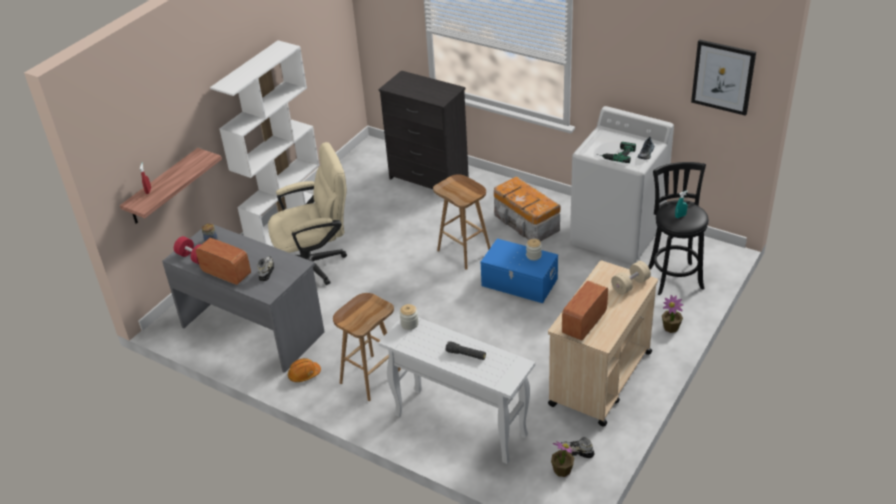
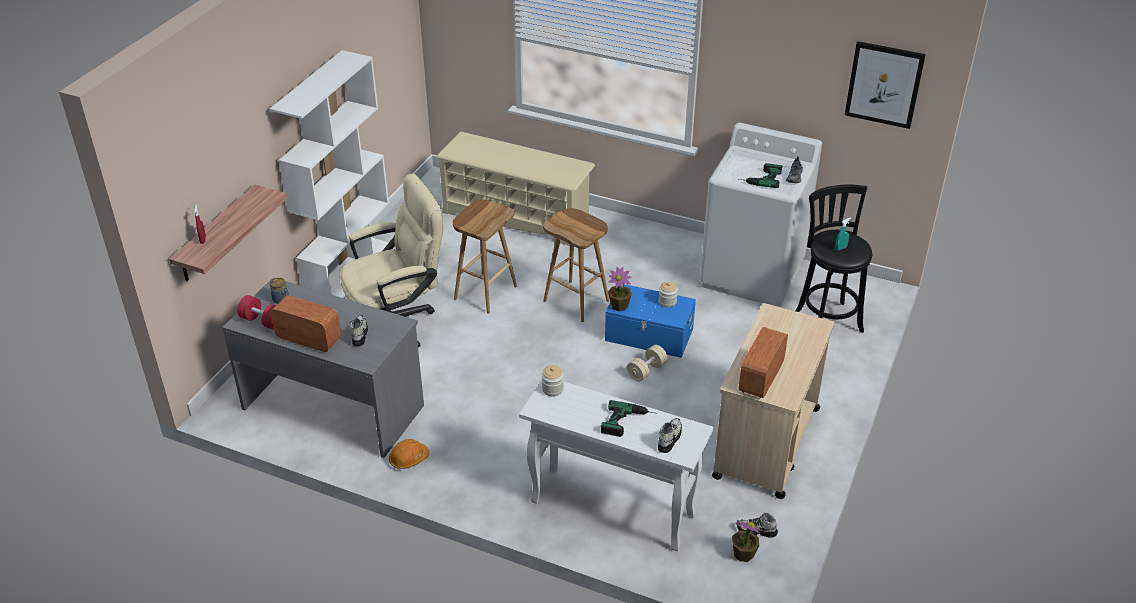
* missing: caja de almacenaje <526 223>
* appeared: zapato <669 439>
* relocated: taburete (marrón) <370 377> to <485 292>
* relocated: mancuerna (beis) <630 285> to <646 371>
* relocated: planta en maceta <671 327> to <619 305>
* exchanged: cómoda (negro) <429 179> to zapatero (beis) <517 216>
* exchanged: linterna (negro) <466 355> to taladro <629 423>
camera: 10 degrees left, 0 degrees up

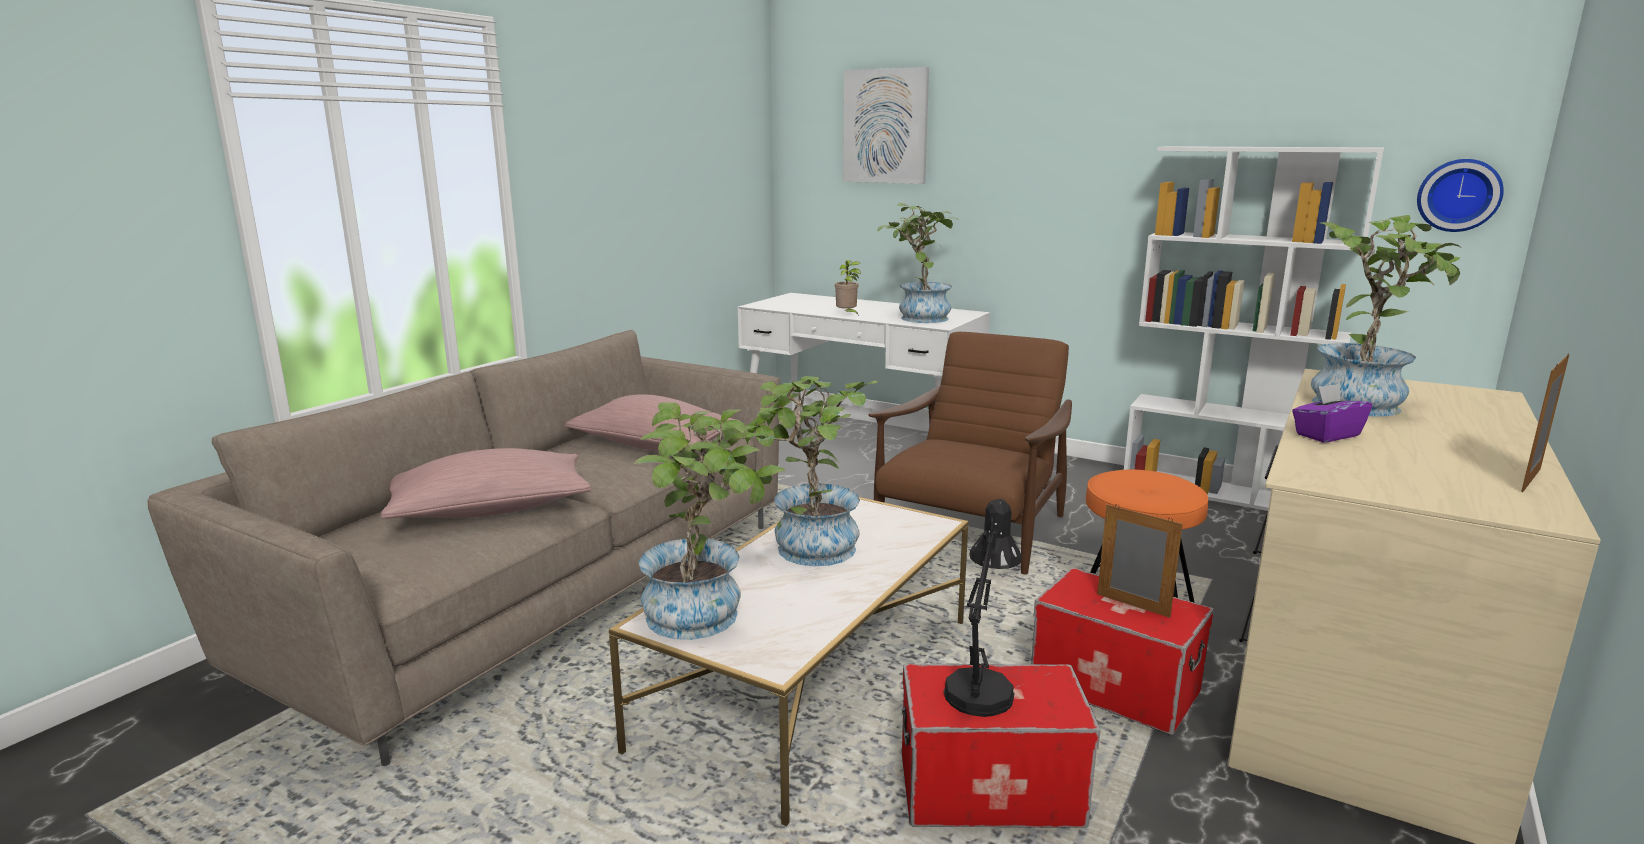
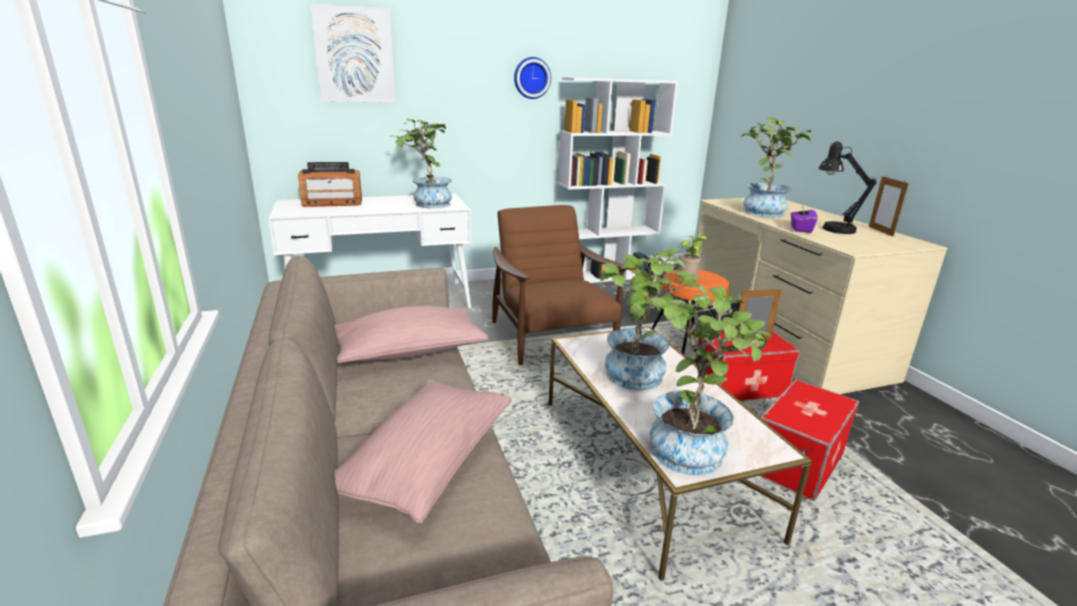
* appeared: radio <332 203>
* relocated: planta en maceta <847 315> to <687 283>
* relocated: lámpara de mesa (negro) <981 687> to <832 228>
* relocated: reloj de pared <1458 195> to <531 78>
camera: 50 degrees left, 5 degrees up

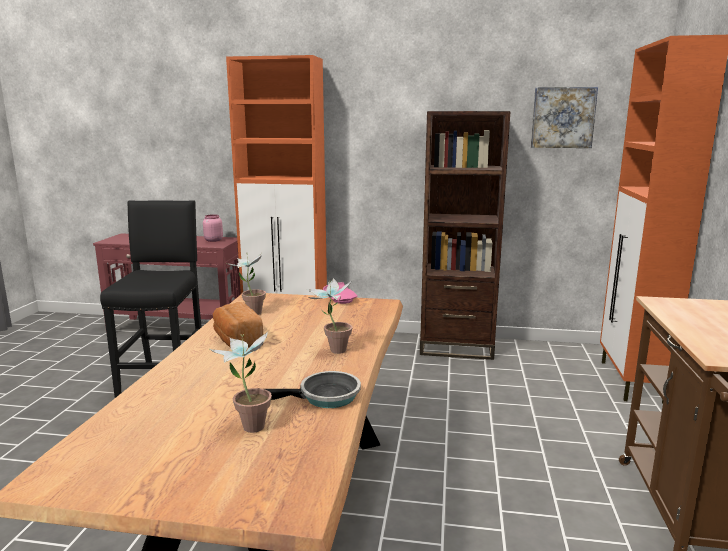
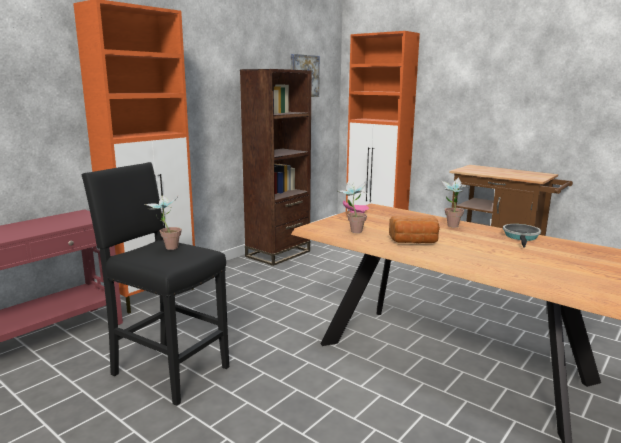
* missing: tarro (rosa) <213 240>
* relocated: planta en maceta <248 424> to <167 248>
camera: 60 degrees left, 0 degrees up

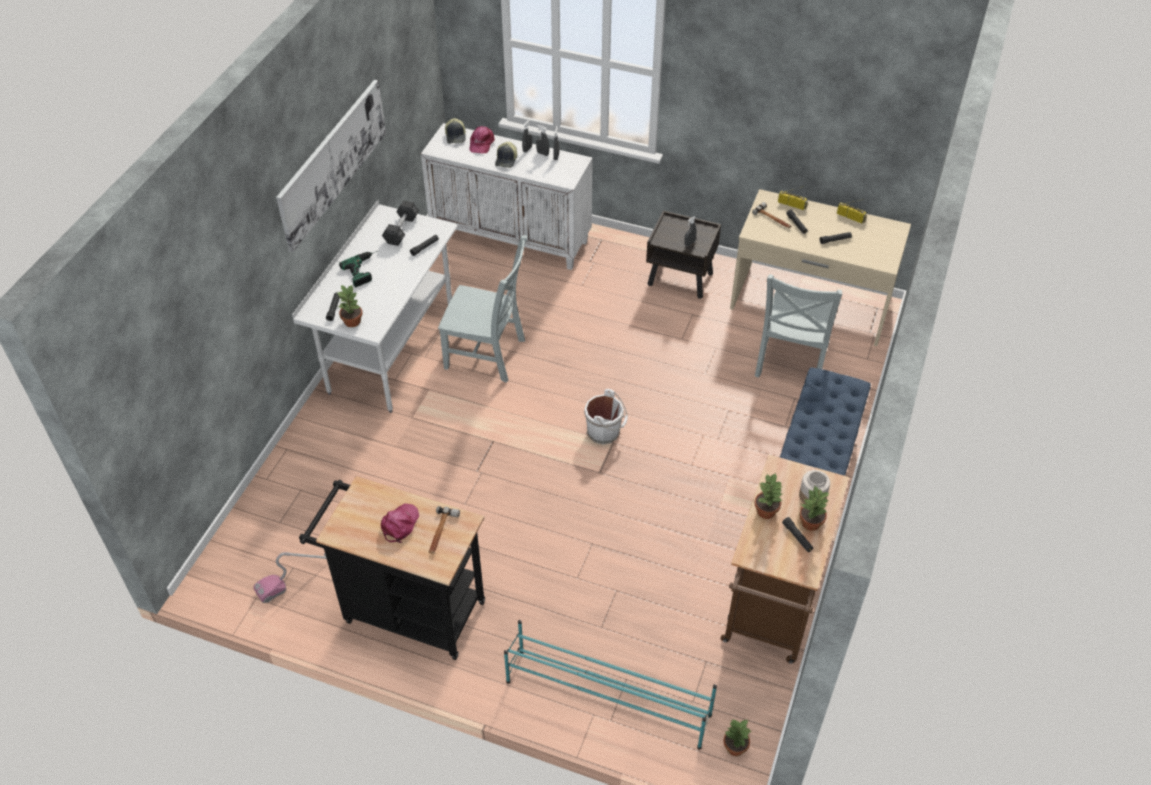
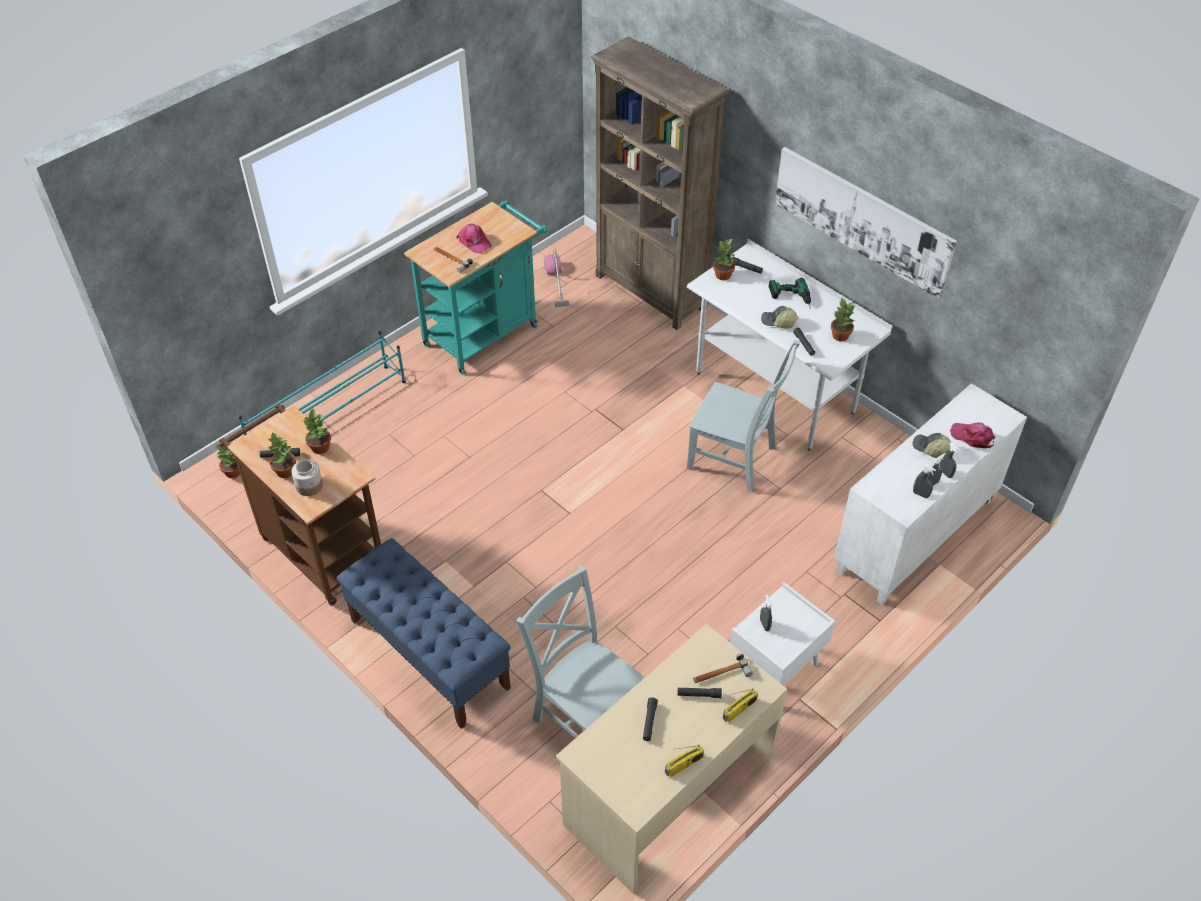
* missing: cubo (blanco) <605 432>
* appeared: estantería (marrón) <651 292>
* relocated: gorra <456 136> to <778 322>
* exchanged: mancuerna (negro) <401 230> to planta en maceta <839 335>
* colour: carrito (negro) <407 610> to carrito (turquesa) <486 332>
* colour: mesita de noche (marrón) <681 279> to mesita de noche (blanco) <774 670>
* spun: silla (gris) <488 355> = <735 459> 105 degrees counterclockwise
camera: 115 degrees right, 0 degrees up

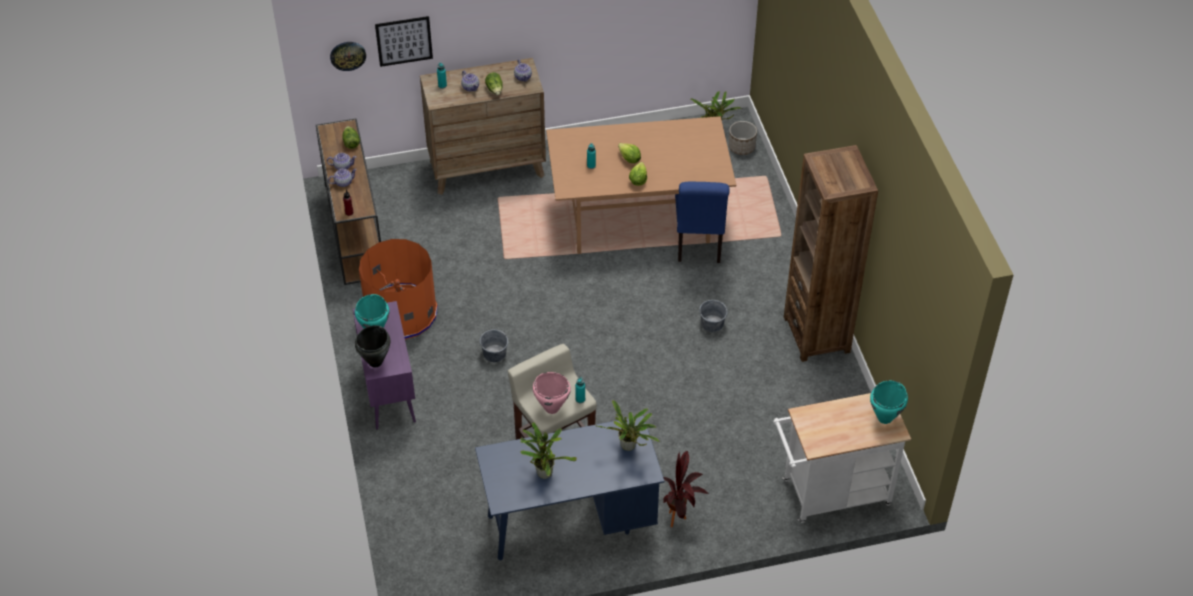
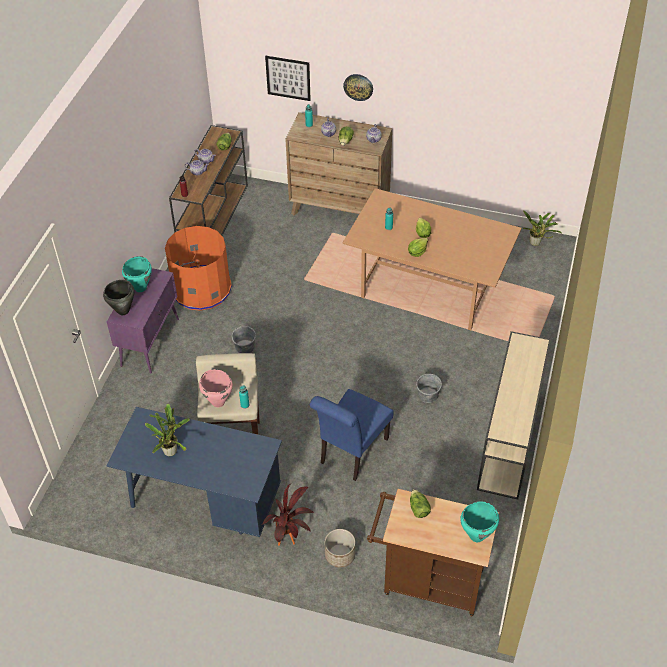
* missing: planta en maceta <629 447>
* appeared: lechuga <418 508>
* relocated: reloj de pared <348 55> to <358 87>
* relocated: silla (azul) <699 243> to <351 453>
* relocated: maceta <741 147> to <339 555>
* exchanged: estantería (marrón) <817 334> to mesa consola (beis) <509 441>
* colour: carrito (blanco) <829 494> to carrito (marrón) <427 581>
camera: 30 degrees right, 0 degrees up

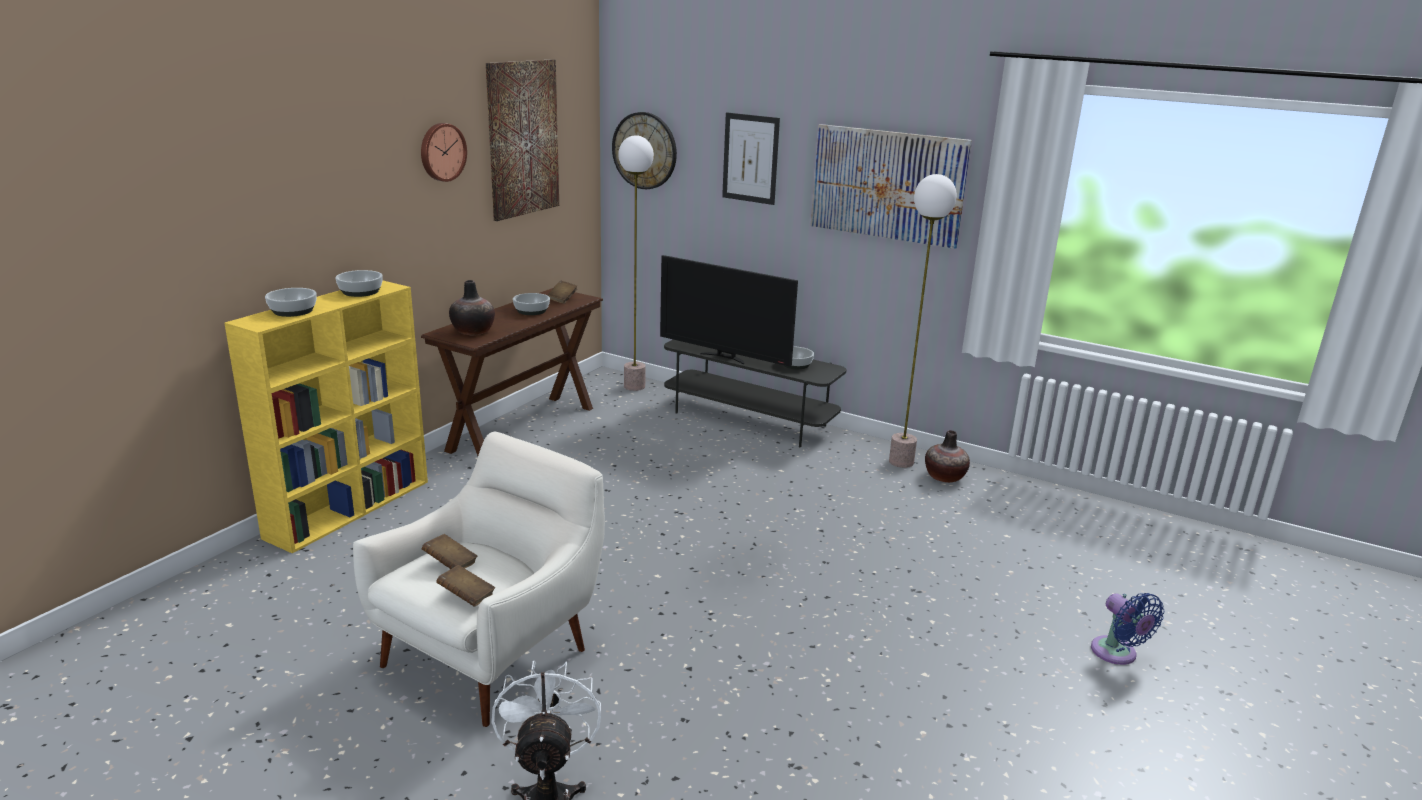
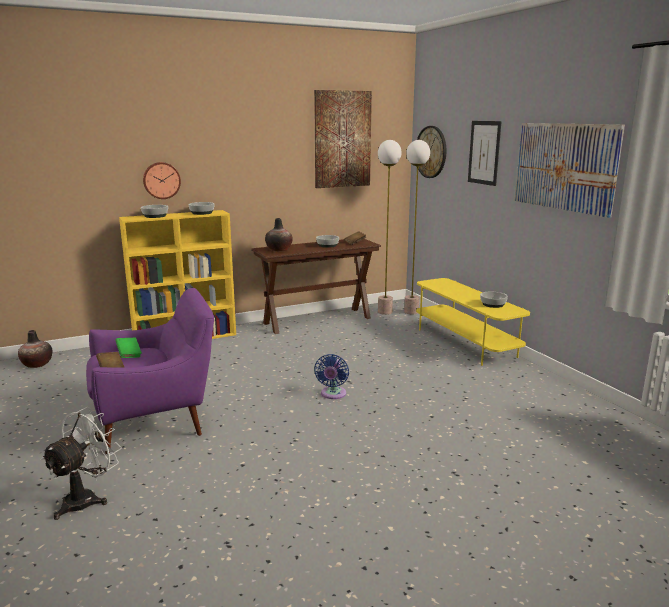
* missing: televisor <724 357>
* relocated: reloj de pared <441 152> to <161 180>
* relocated: lámpara de pie <901 462> to <385 312>
* relocated: florero <944 477> to <37 364>
* relocated: ventilador (azul) <1117 654> to <333 394>
* colour: sillón (blanco) <492 653> to sillón (morado) <157 421>
* colour: libro (marrón) <450 564> to libro (verde) <129 354>
* colour: mueble de televisión (gris) <750 419> to mueble de televisión (amarillo) <465 343>
camera: 35 degrees right, 5 degrees down

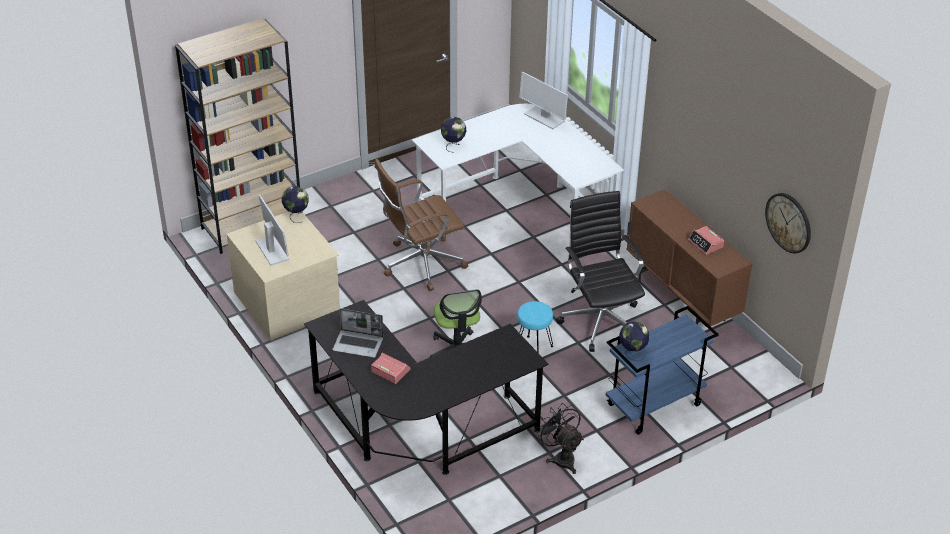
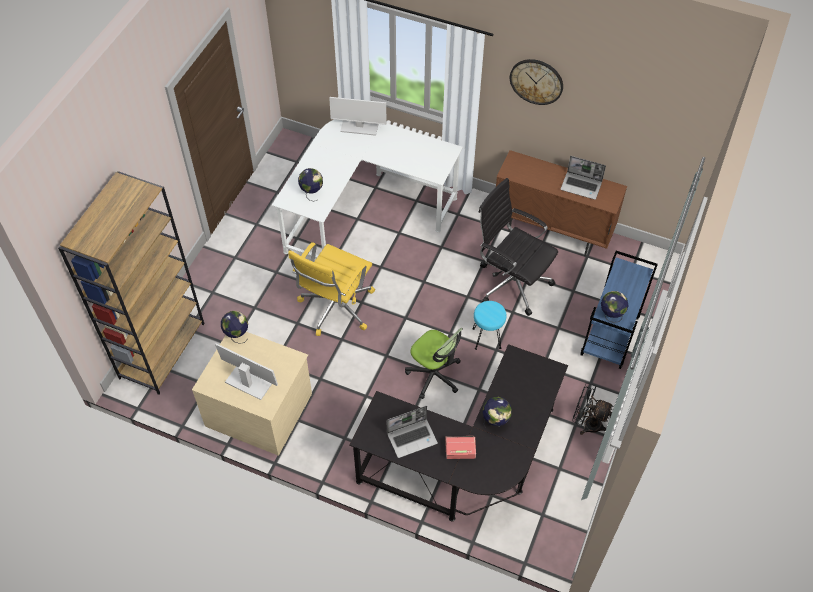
* appeared: globo terráqueo <495 421>
* relocated: reloj de pared <789 222> to <536 81>
* exchanged: despertador <705 244> to portátil <581 186>
* colour: silla de oficina (marrón) <421 264> to silla de oficina (amarillo) <335 308>
camera: 35 degrees left, 15 degrees up

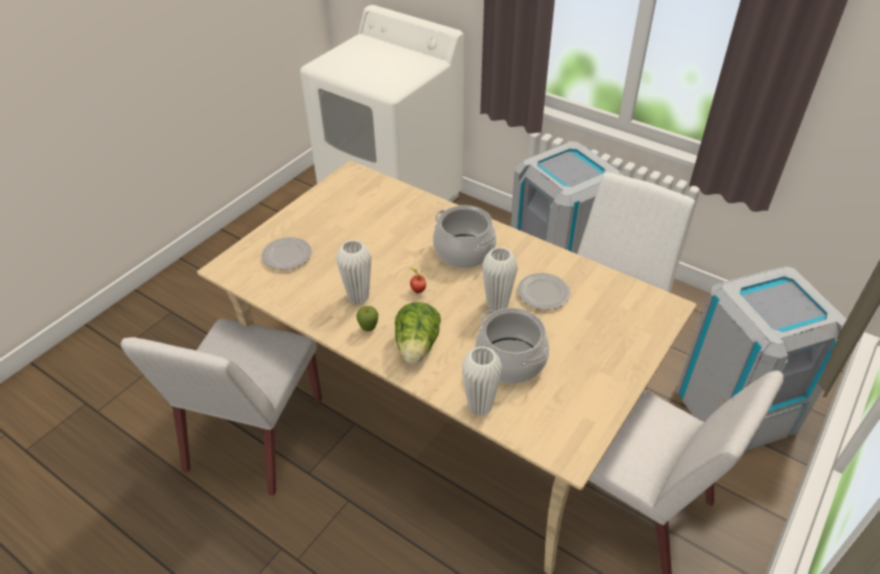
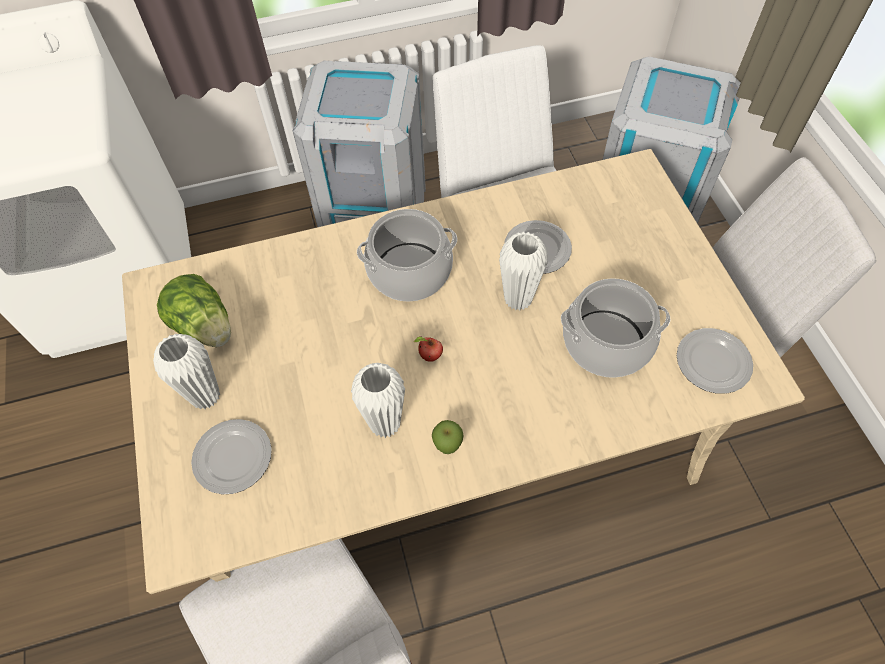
* appeared: plato <713 362>
* relocated: lechuga <417 347> to <205 327>
* relocated: florero (blanco) <480 406> to <205 396>
camera: 50 degrees left, 15 degrees up

